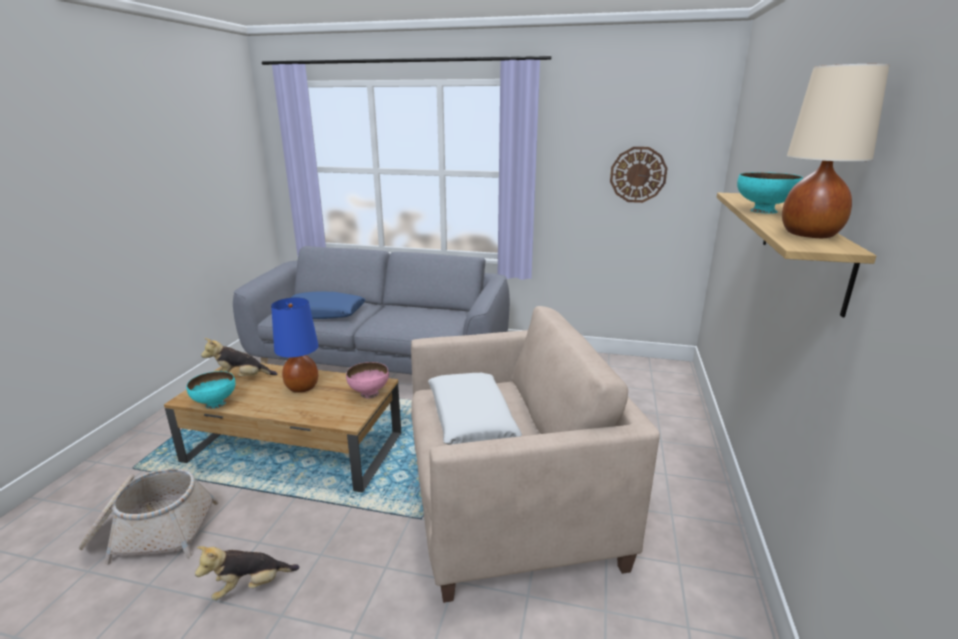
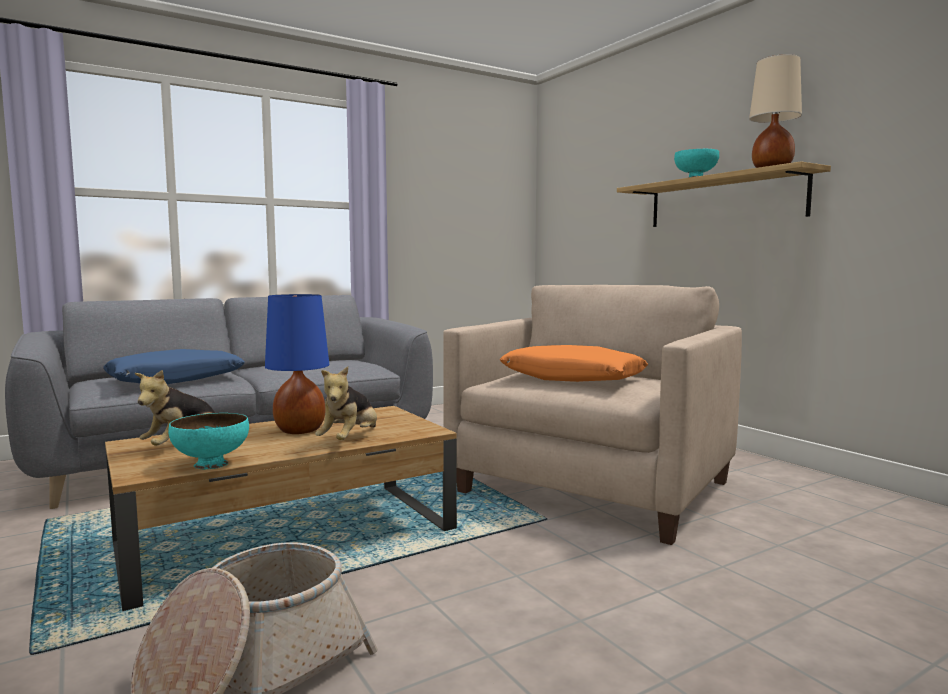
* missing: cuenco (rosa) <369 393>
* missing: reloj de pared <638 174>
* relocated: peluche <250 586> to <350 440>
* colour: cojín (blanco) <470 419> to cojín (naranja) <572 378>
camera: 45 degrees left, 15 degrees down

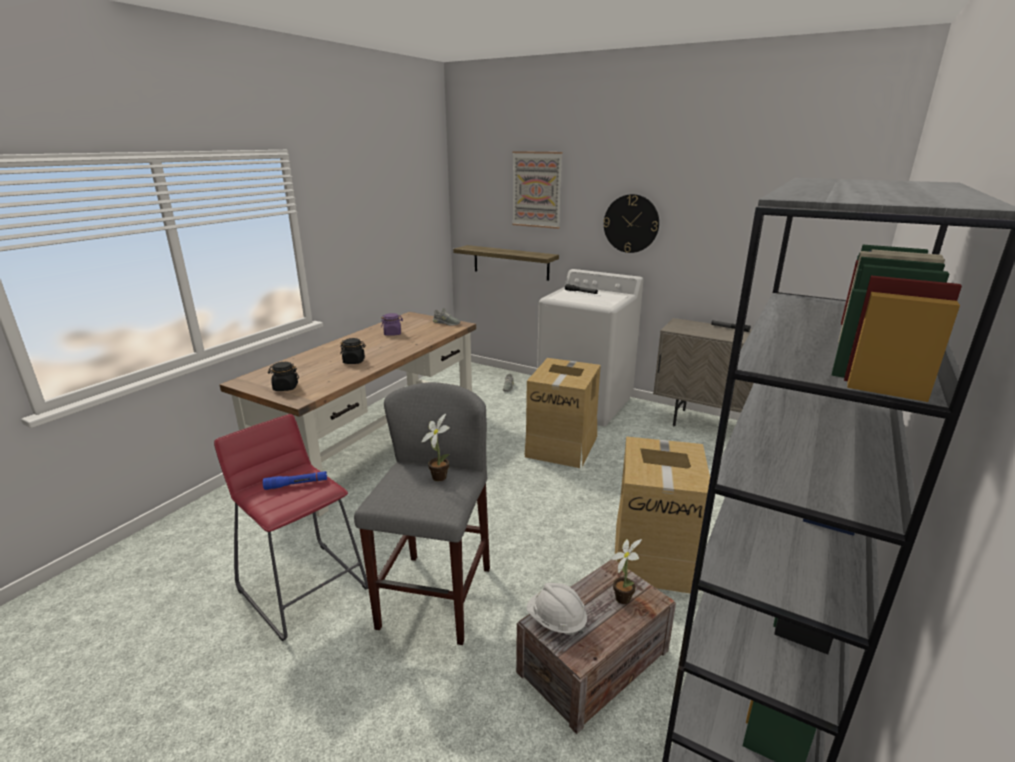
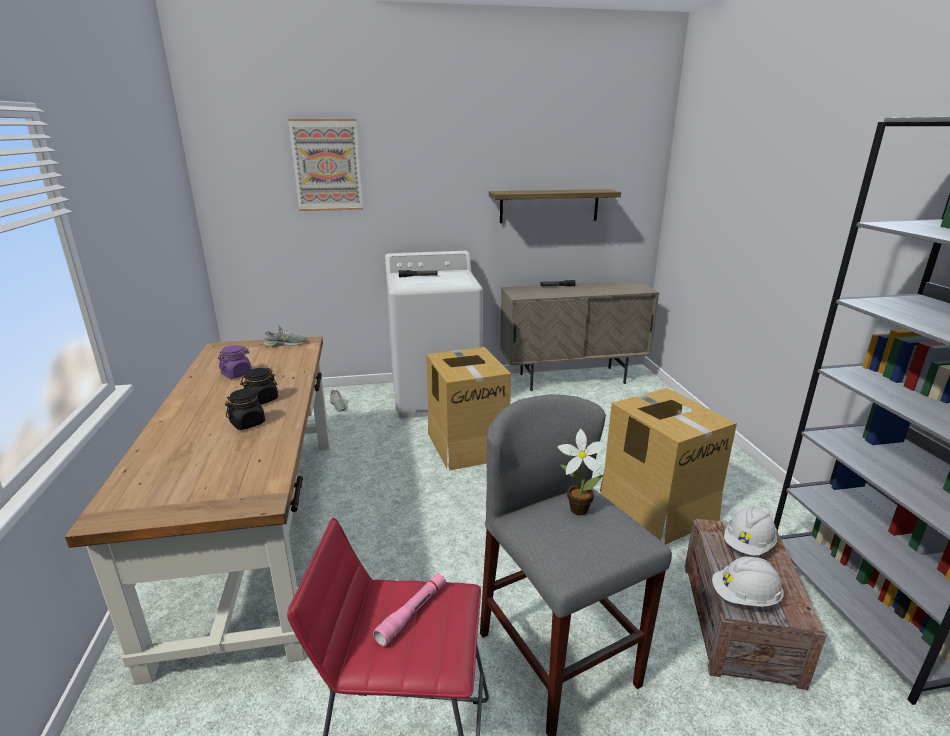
* missing: reloj de pared <631 223>
* relocated: tarro (negro) <285 387> to <261 400>
* relocated: estante <511 262> to <549 206>
* exchanged: planta en maceta <623 596> to casco (blanco) <748 545>
* colour: linterna (azul) <296 484> to linterna (rosa) <412 613>
camera: 40 degrees left, 0 degrees up

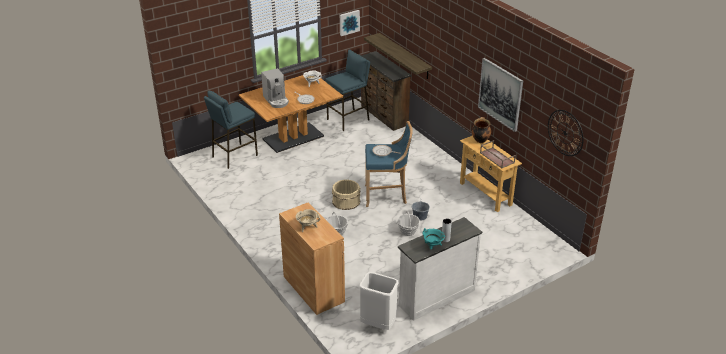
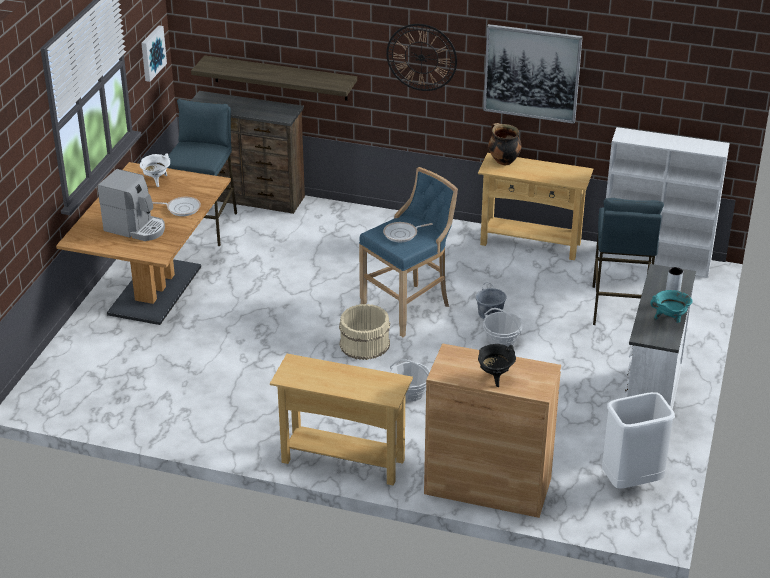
* missing: bandeja (marrón) <496 157>
* appeared: mesa consola (beis) <343 461>
* appeared: estantería (blanco) <656 261>
* relocated: taburete (azul) <234 156> to <619 307>
* relocated: reloj de pared <565 133> to <421 57>
* colour: olla (beis) <307 227> to olla (negro) <495 377>
camera: 40 degrees left, 0 degrees up

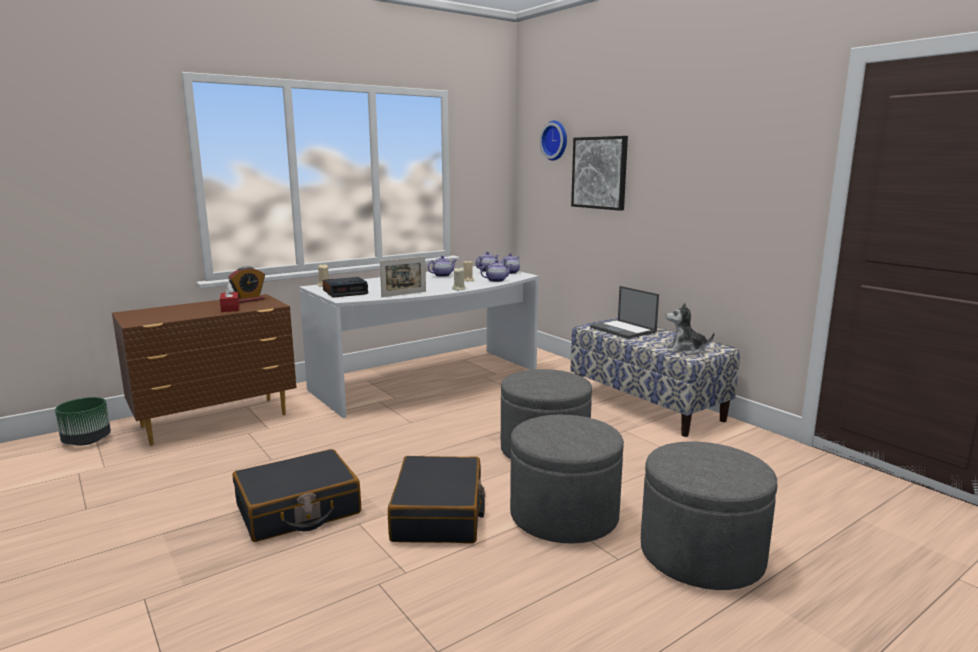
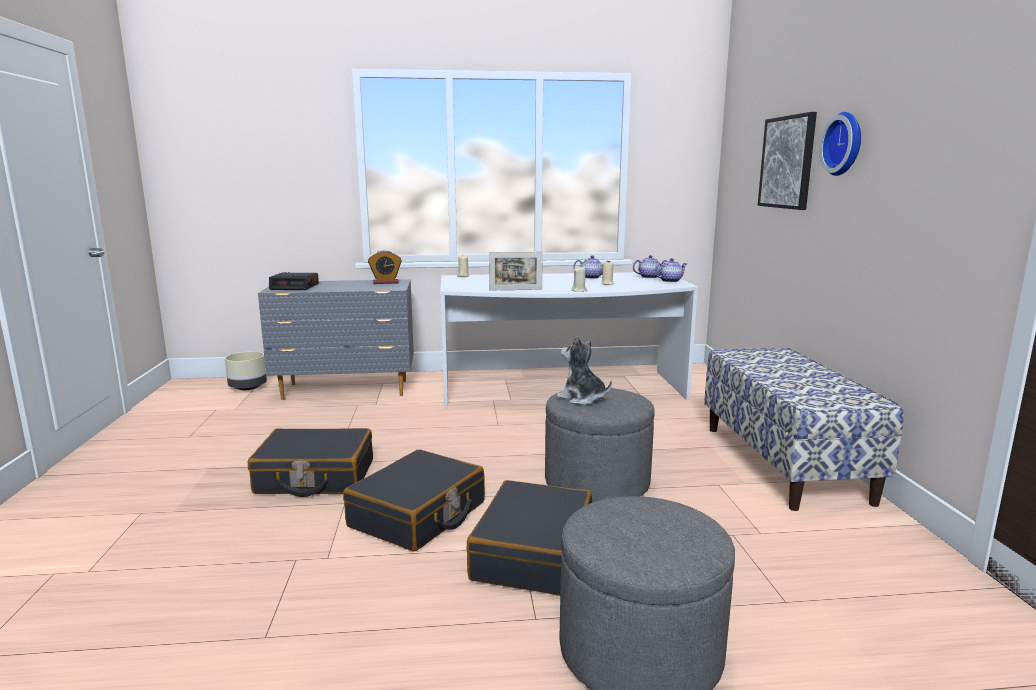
* missing: caja de pañuelos (rojo) <230 308>
* missing: tetera <496 280>
* missing: portátil <623 330>
* relocated: despertador <345 292> to <295 287>
* relocated: reloj de pared <556 140> to <845 144>
* relocated: peluche <685 350> to <582 398>
* exchanged: puf (gris) <564 515> to maleta (negro) <534 554>
* colour: maceta (verde) <87 441> to maceta (beis) <248 387>
* colour: cómoda (marrón) <217 421> to cómoda (gris) <347 390>
camera: 30 degrees right, 0 degrees up

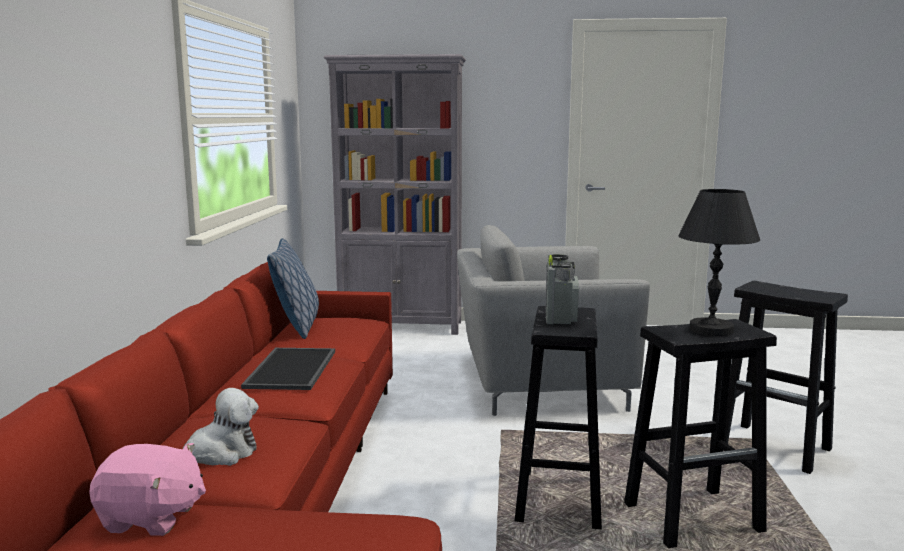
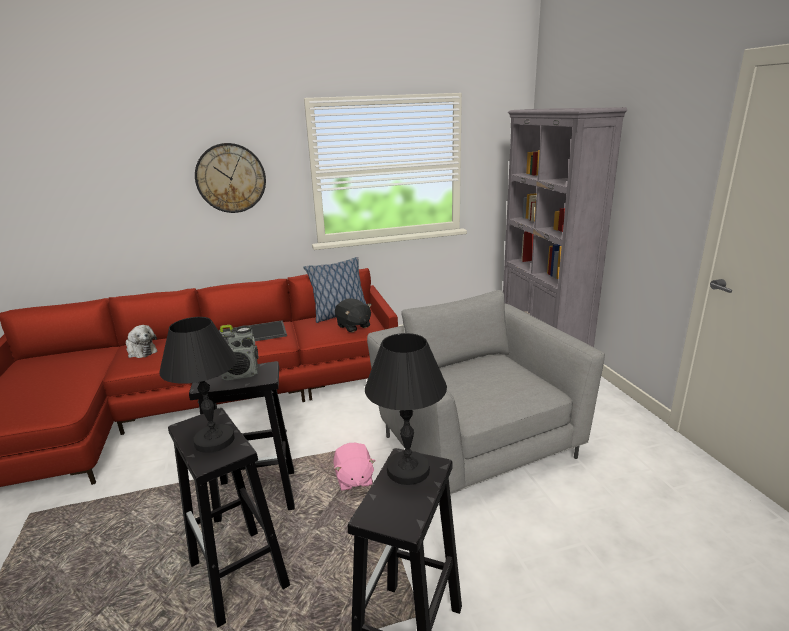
* appeared: reloj de pared <231 178>
* appeared: peluche (negro) <353 326>
* appeared: lámpara de mesa (negro) <408 470>
* relocated: peluche (rosa) <151 518> to <354 479>
camera: 70 degrees right, 10 degrees up

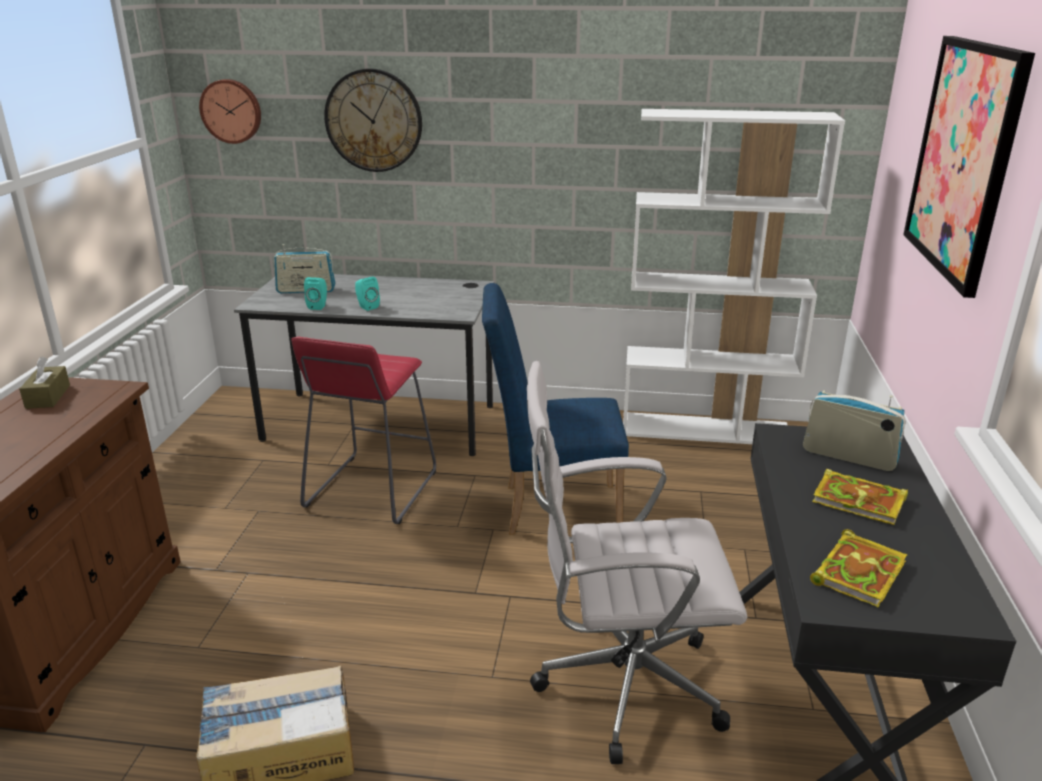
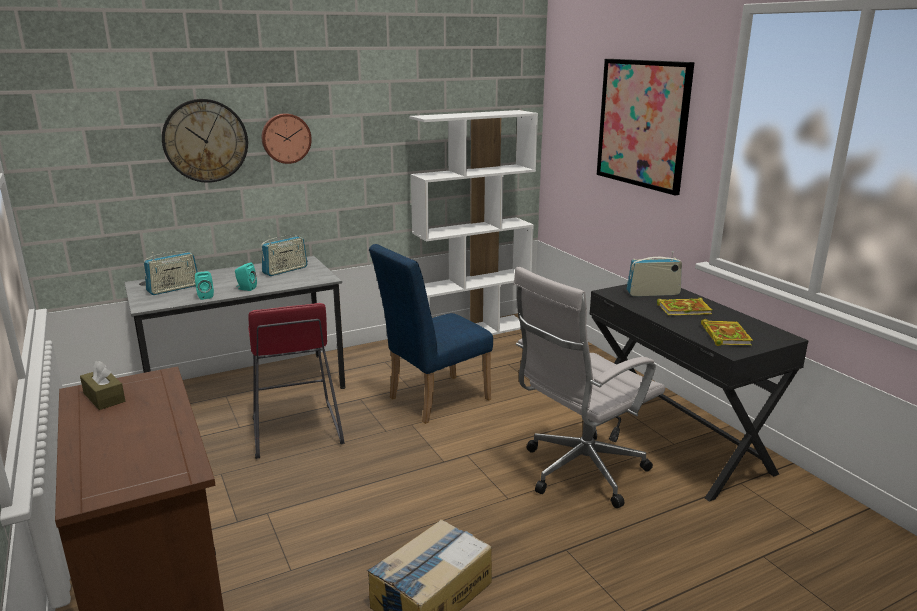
* appeared: radio <285 270>
* relocated: reloj de pared <231 111> to <286 138>
camera: 35 degrees left, 5 degrees down

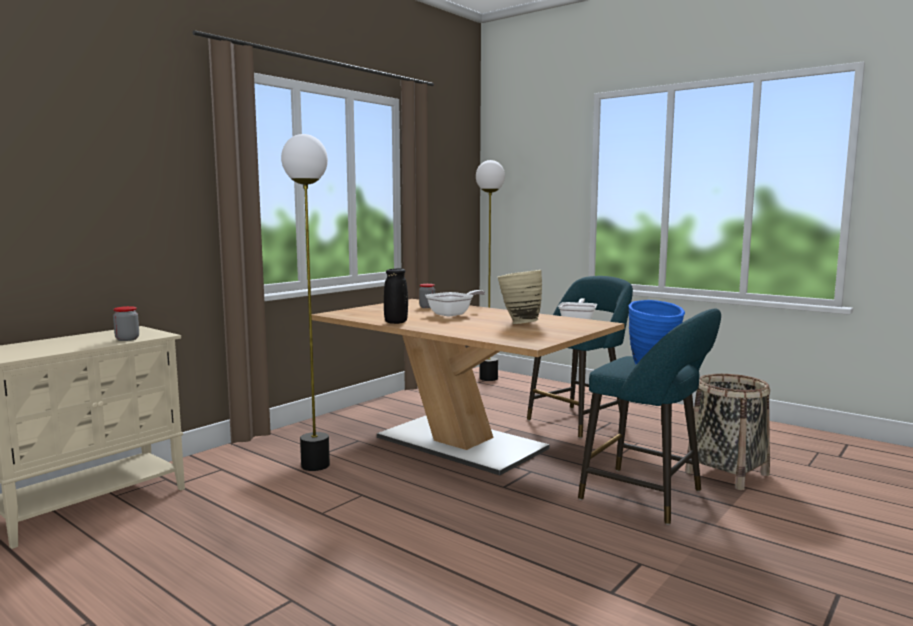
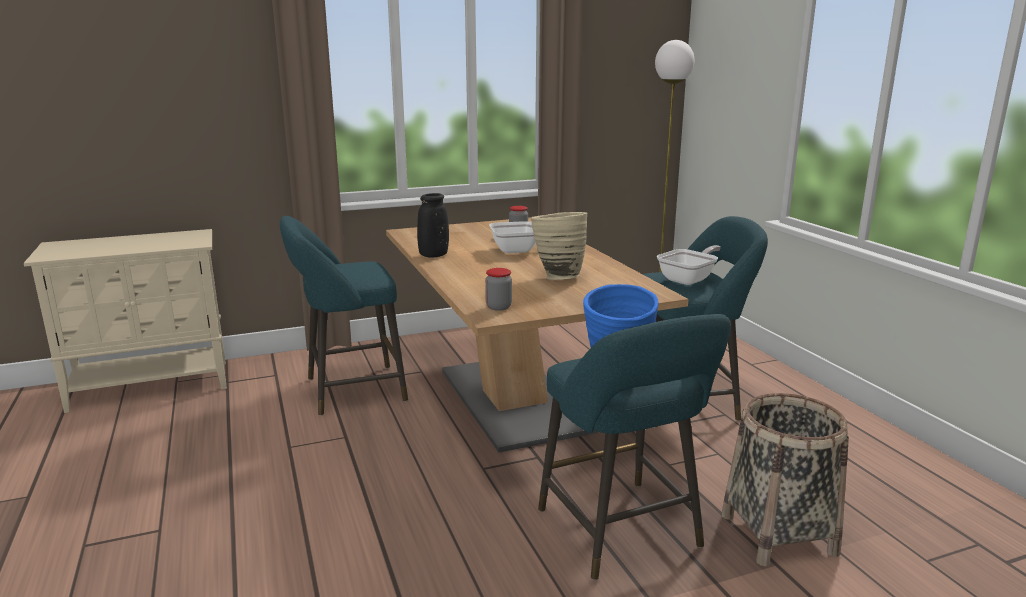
* relocated: tarro <127 339> to <498 307>
* exchanged: lámpara de pie <314 465> to taburete (turquesa) <349 391>
camera: 30 degrees right, 10 degrees up

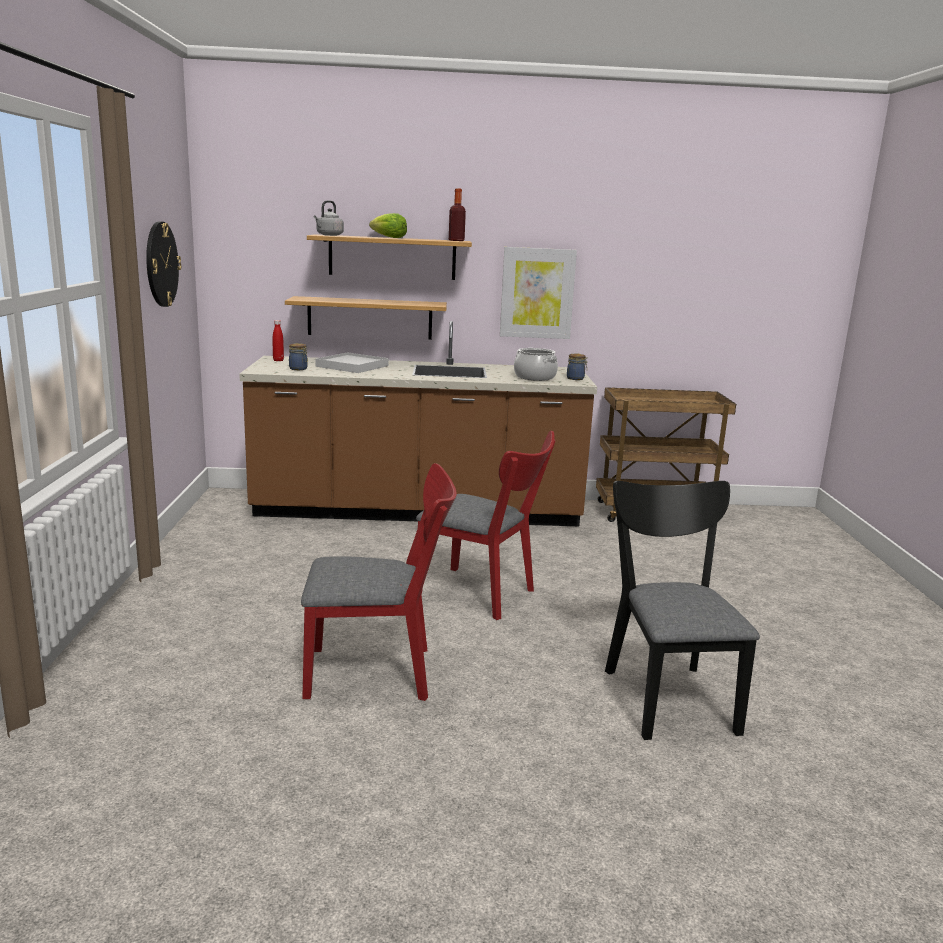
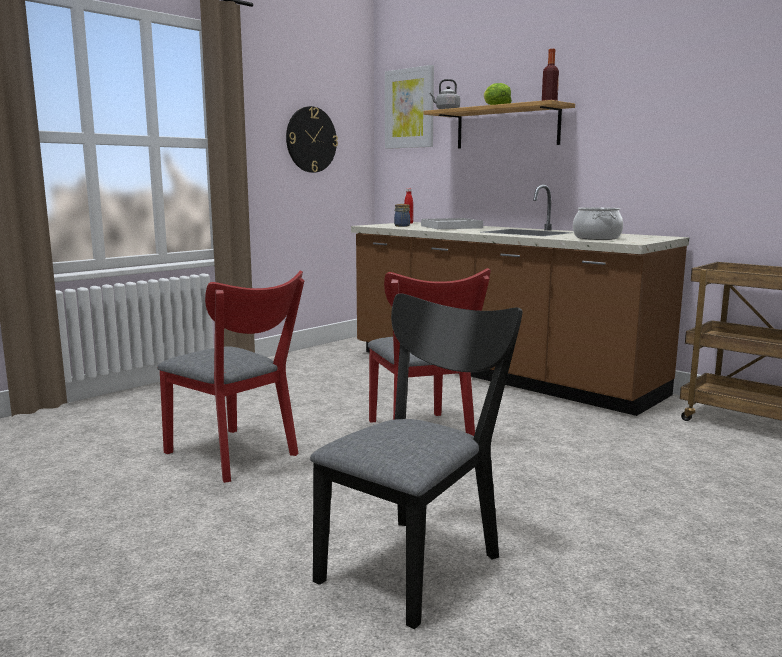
* missing: estante <370 318>
* missing: tarro <576 378>
* relocated: cuadro <537 293> to <409 108>
camera: 45 degrees right, 5 degrees down

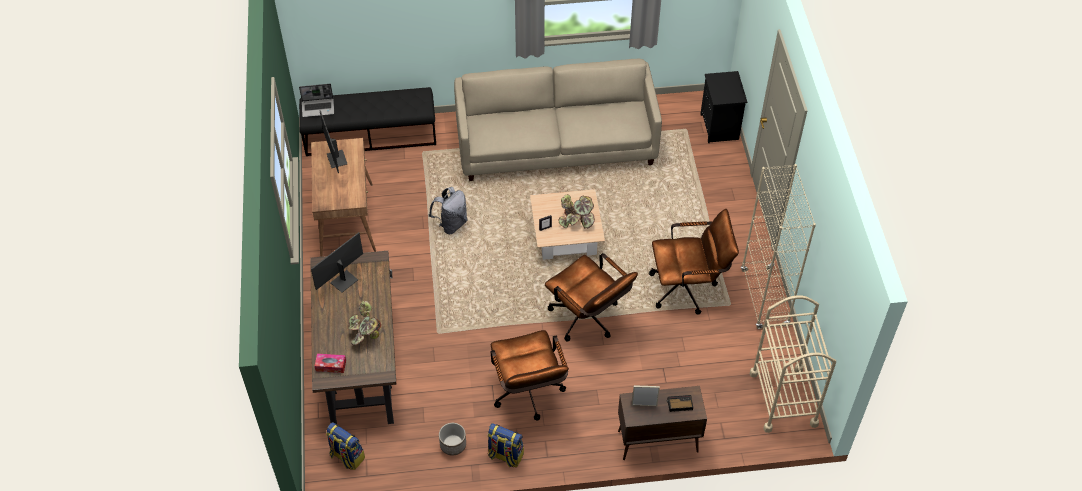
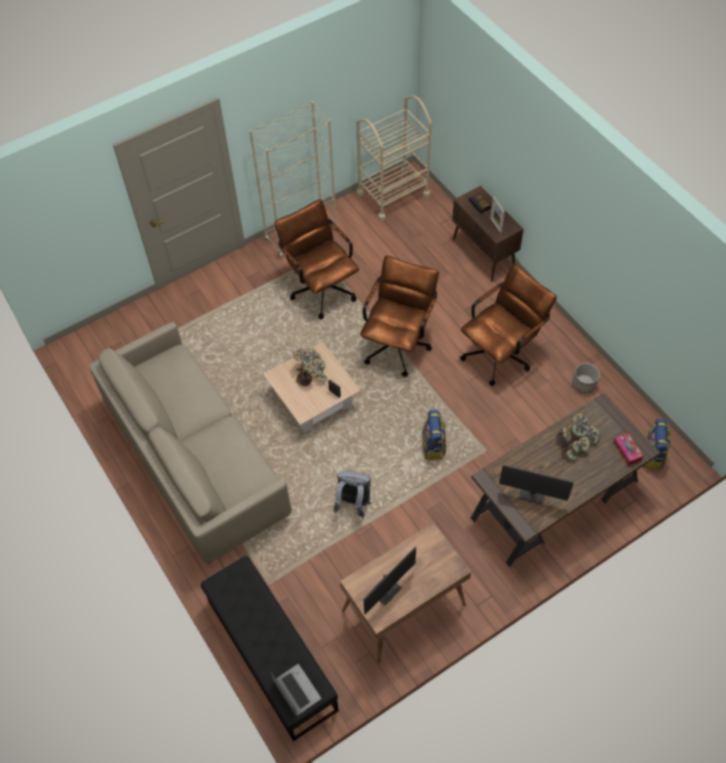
* missing: mesita de noche (negro) <720 127>
* relocated: mochila <505 455> to <433 446>
camera: 115 degrees left, 5 degrees up

